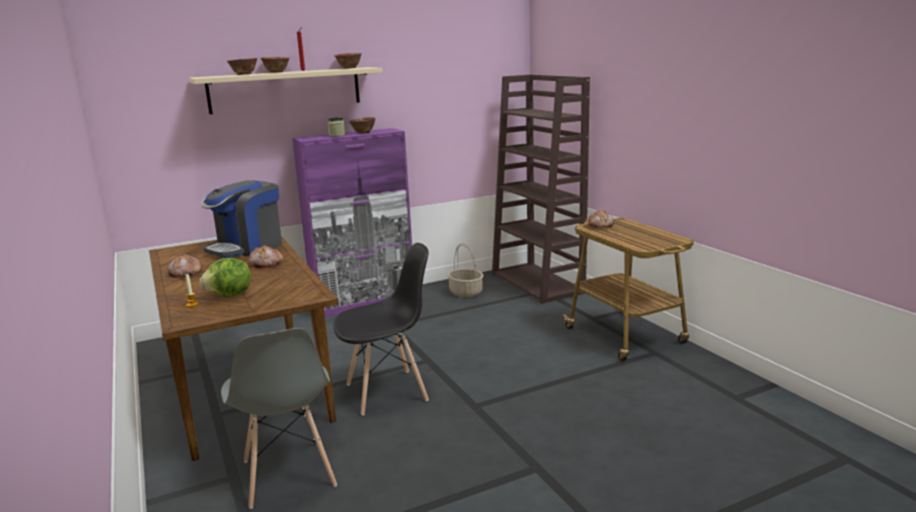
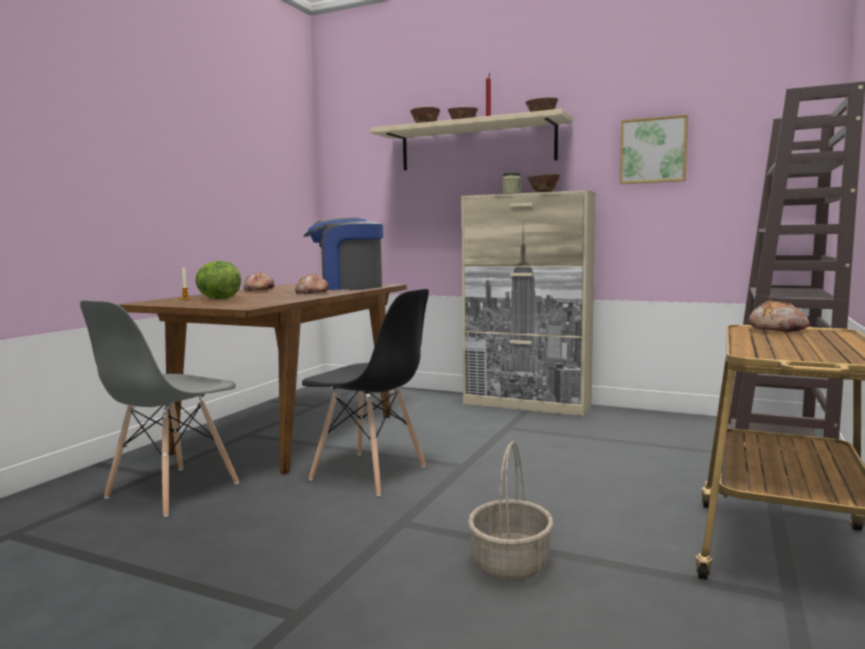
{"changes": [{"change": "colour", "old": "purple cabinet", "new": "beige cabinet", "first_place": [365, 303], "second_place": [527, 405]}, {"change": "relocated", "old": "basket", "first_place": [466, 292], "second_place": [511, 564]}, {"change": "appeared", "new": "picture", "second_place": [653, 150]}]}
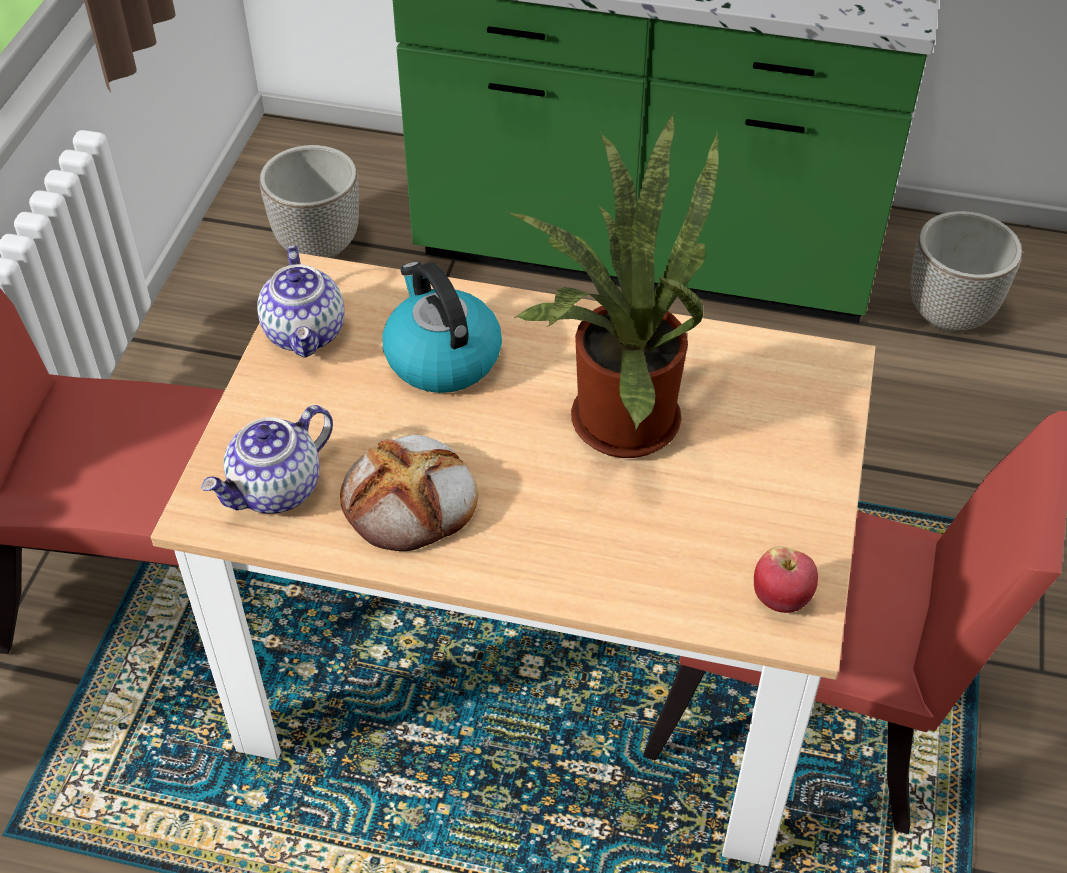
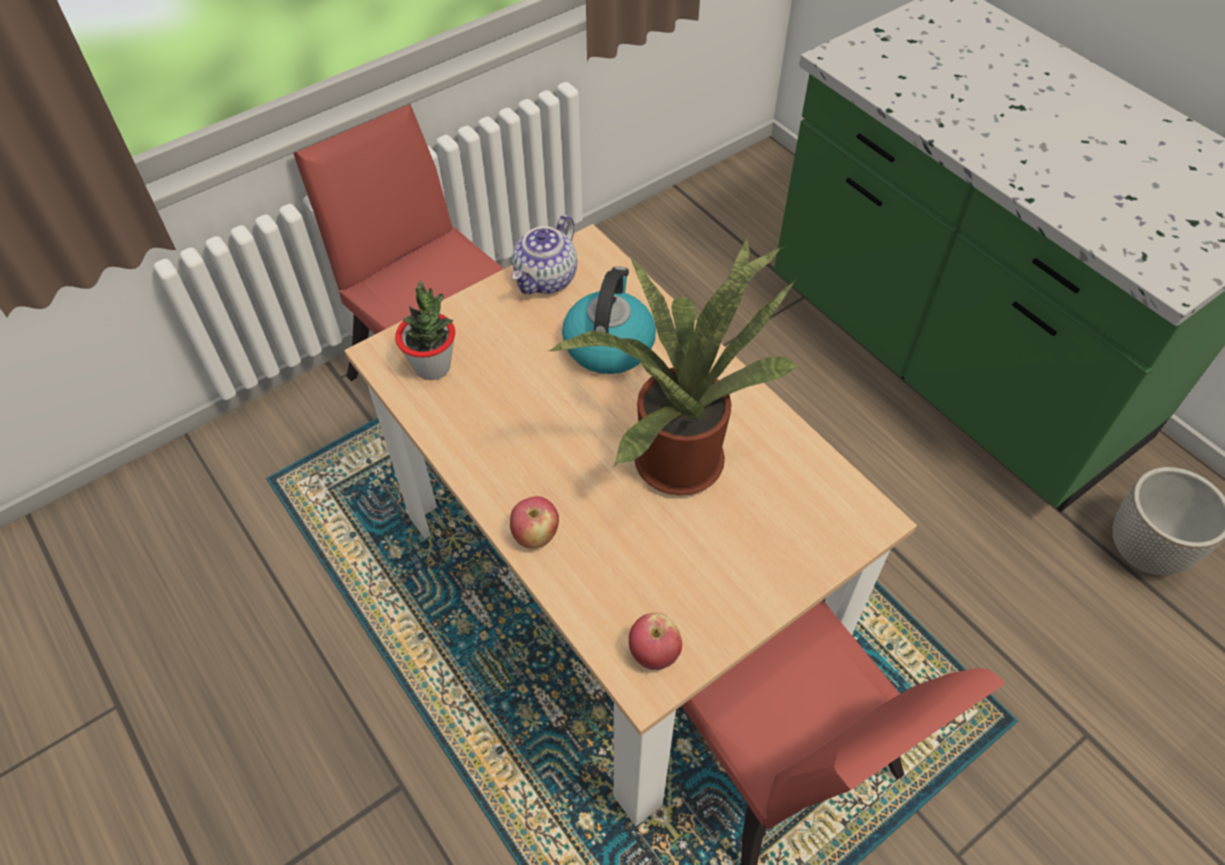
{"changes": [{"change": "exchanged", "old": "teapot", "new": "potted plant", "first_place": [276, 490], "second_place": [433, 366]}, {"change": "missing", "old": "planter", "first_place": [318, 245]}, {"change": "missing", "old": "bread", "first_place": [411, 500]}, {"change": "appeared", "new": "apple", "second_place": [535, 535]}]}
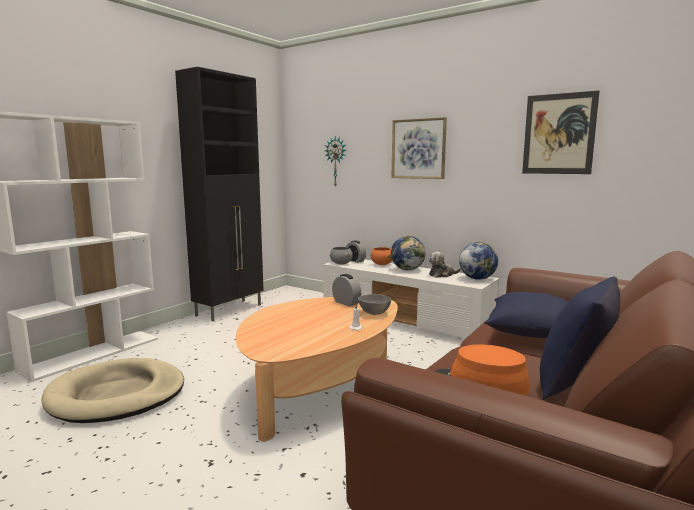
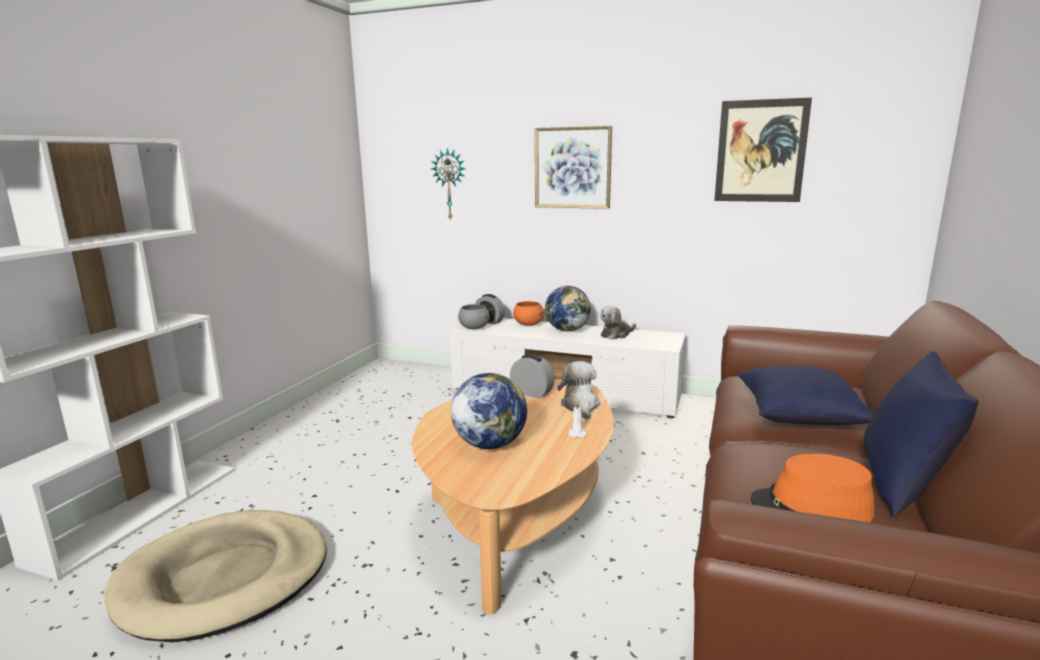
{"changes": [{"change": "missing", "old": "black cabinet", "first_place": [230, 310]}, {"change": "exchanged", "old": "grey bowl", "new": "plush toy", "first_place": [374, 313], "second_place": [580, 406]}, {"change": "relocated", "old": "globe", "first_place": [477, 278], "second_place": [490, 444]}]}
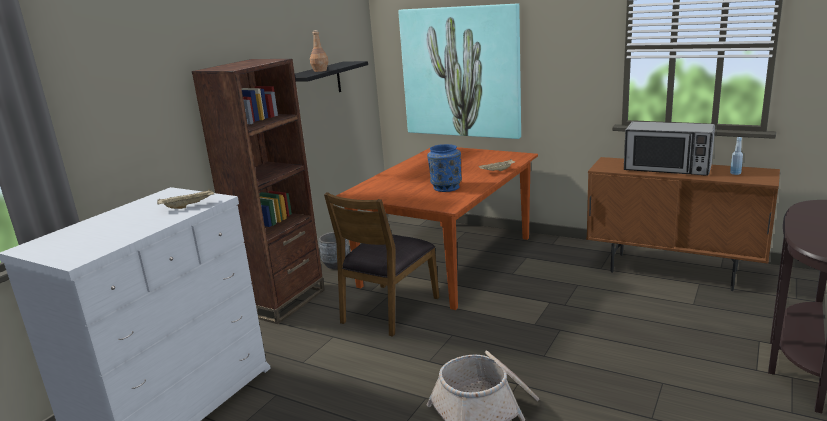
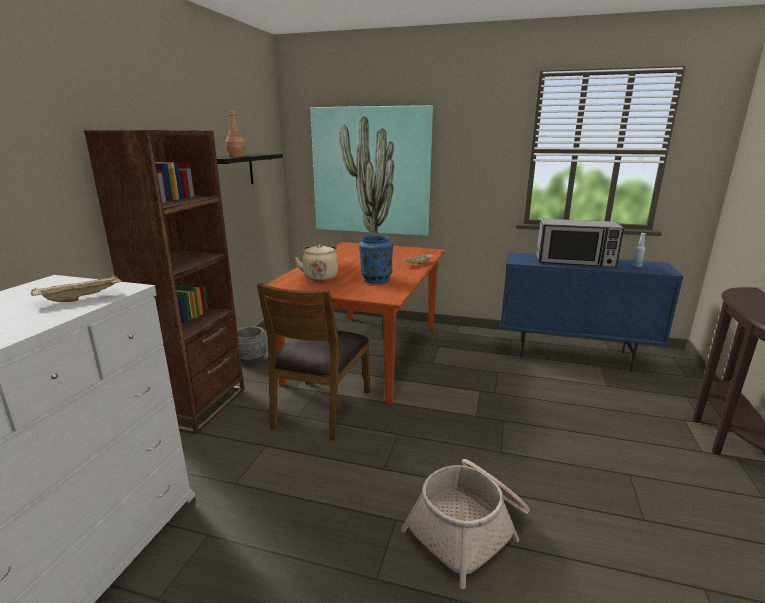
{"changes": [{"change": "colour", "old": "brown cabinet", "new": "blue cabinet", "first_place": [673, 271], "second_place": [573, 355]}, {"change": "appeared", "new": "beige kettle", "second_place": [320, 276]}]}
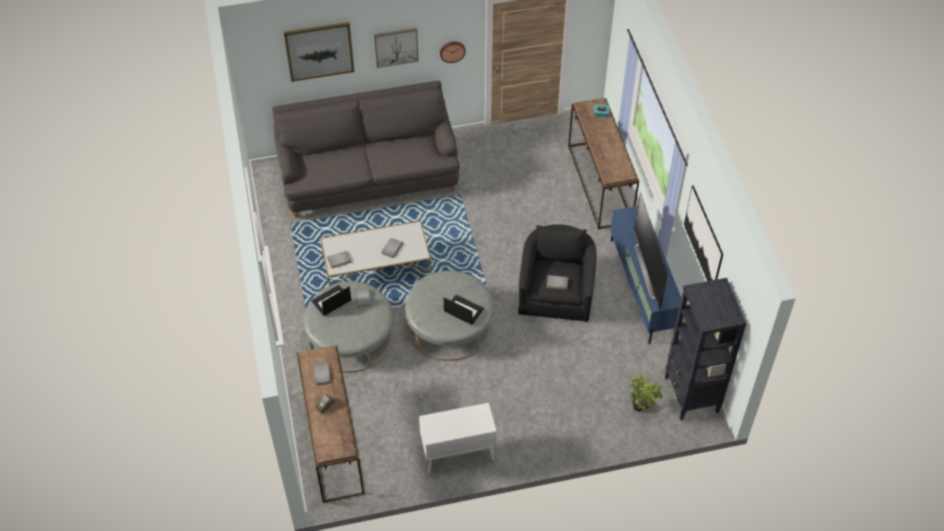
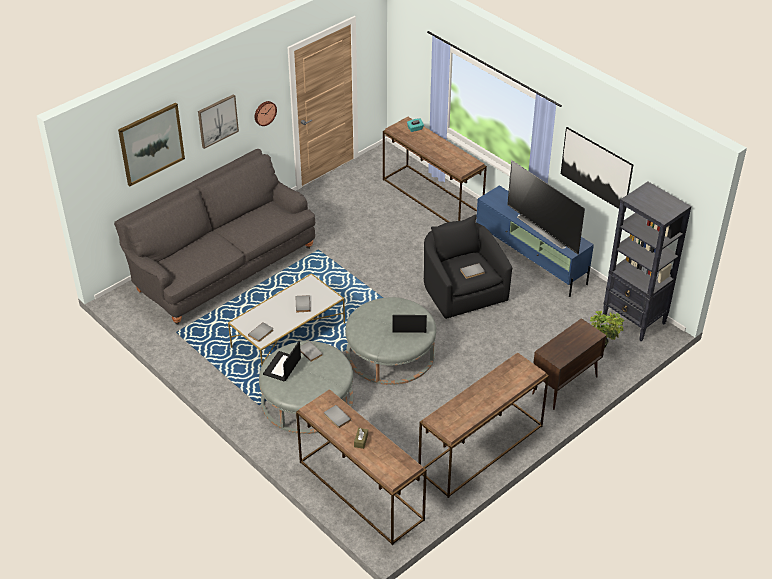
{"changes": [{"change": "exchanged", "old": "white cabinet", "new": "brown console table", "first_place": [457, 454], "second_place": [481, 450]}, {"change": "appeared", "new": "brown cabinet", "second_place": [564, 386]}]}
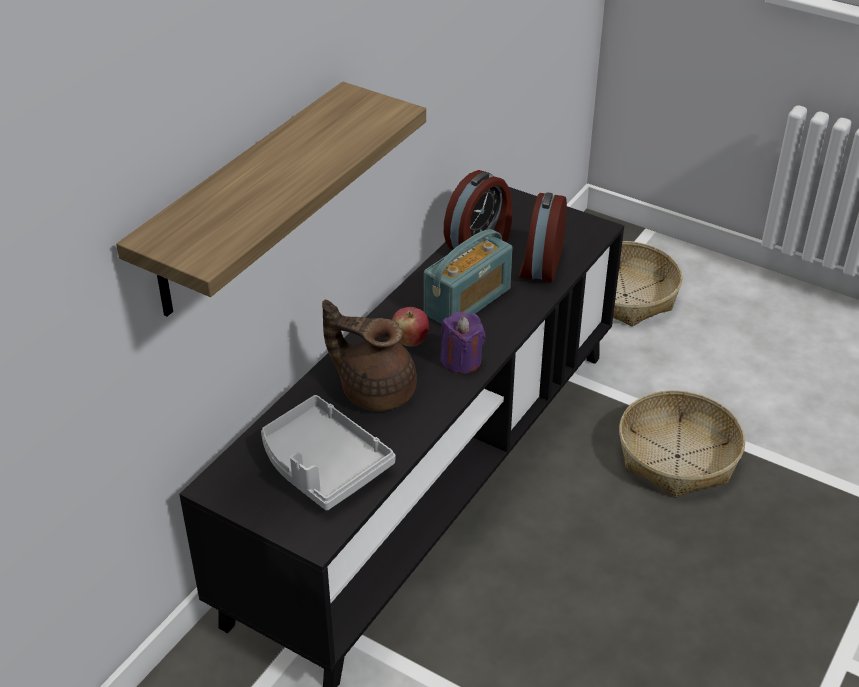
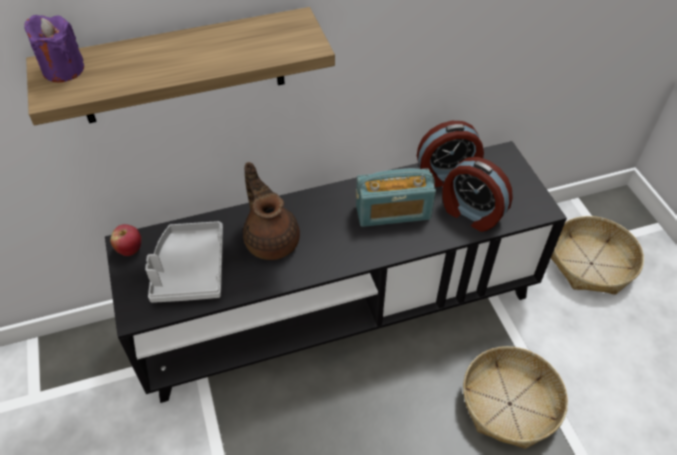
{"changes": [{"change": "relocated", "old": "apple", "first_place": [410, 341], "second_place": [130, 249]}, {"change": "relocated", "old": "purple candle", "first_place": [461, 361], "second_place": [63, 69]}, {"change": "spun", "old": "alarm clock", "first_place": [540, 264], "second_place": [471, 213], "degrees": -105}]}
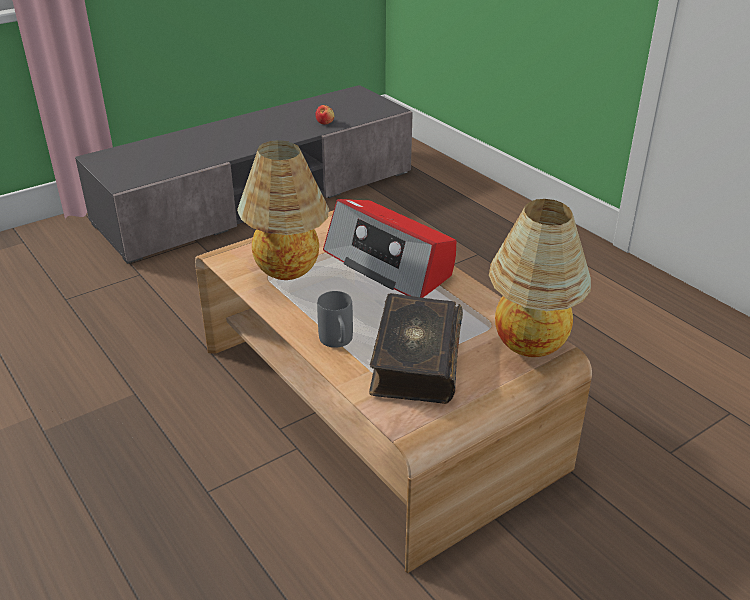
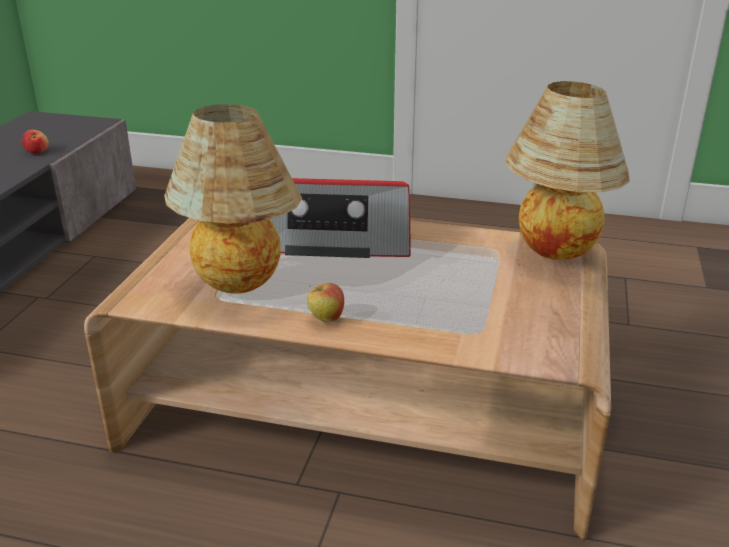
{"changes": [{"change": "missing", "old": "grey mug", "first_place": [337, 342]}, {"change": "missing", "old": "book", "first_place": [415, 361]}, {"change": "appeared", "new": "apple", "second_place": [326, 319]}]}
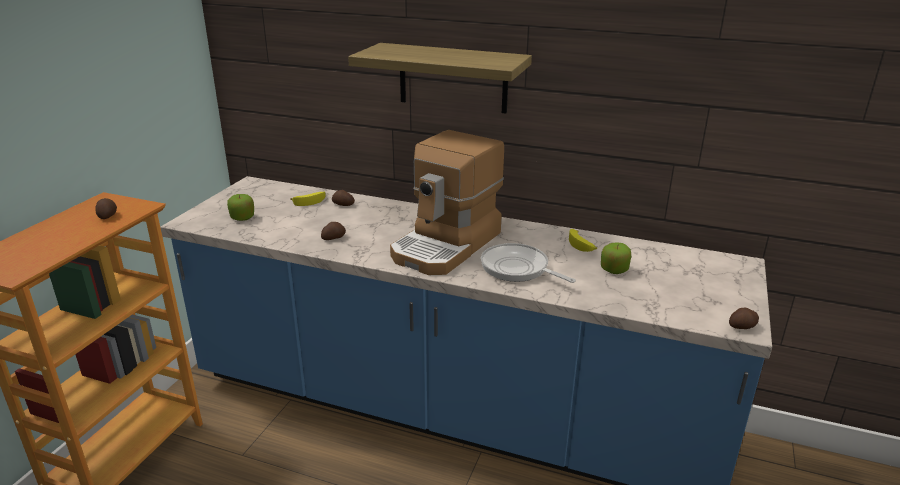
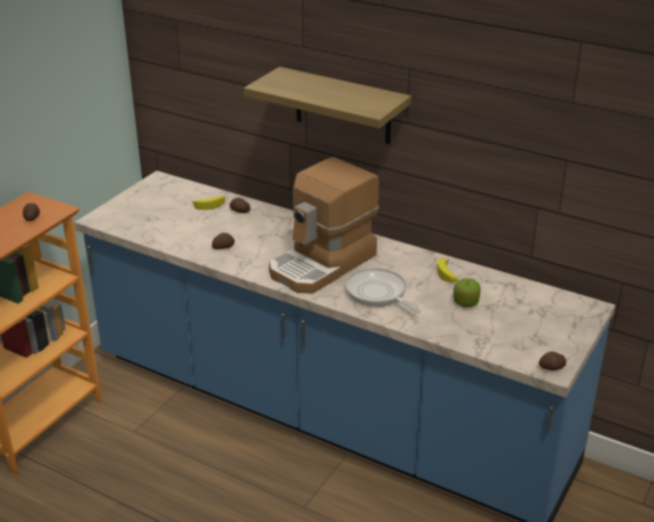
{"changes": [{"change": "missing", "old": "apple", "first_place": [242, 218]}]}
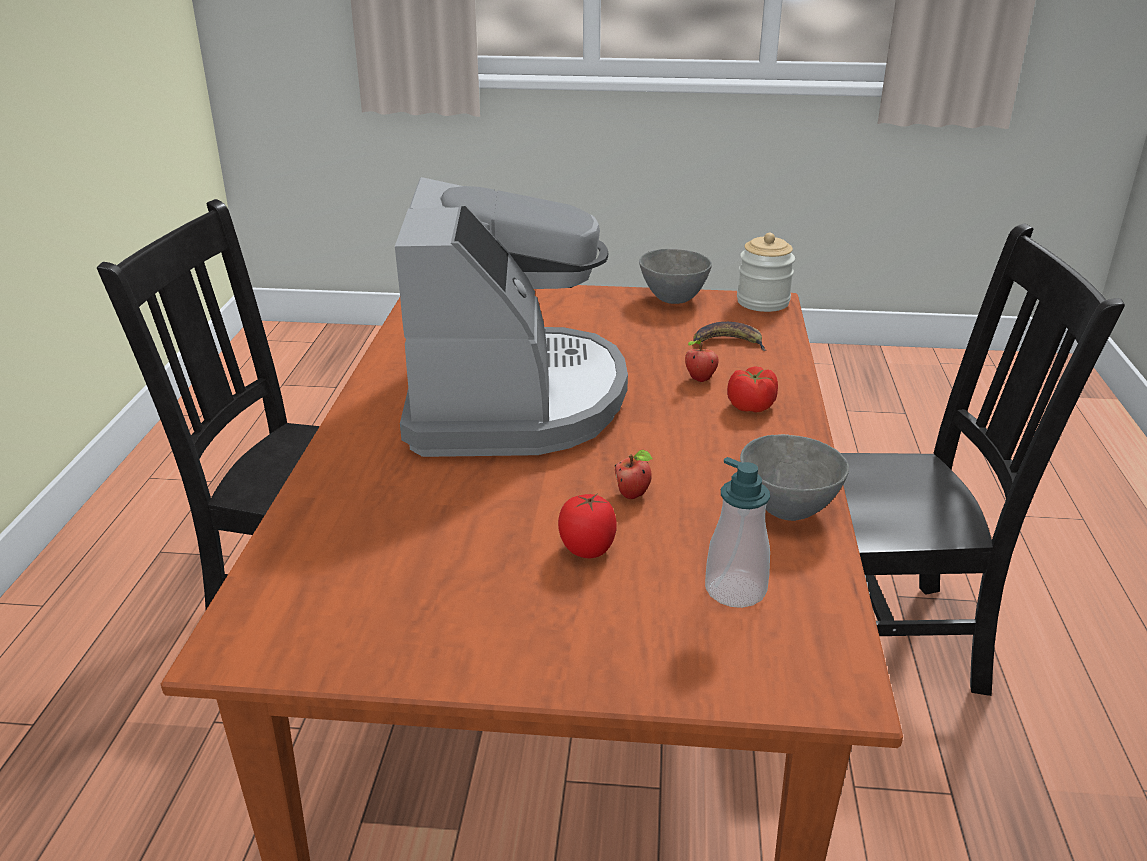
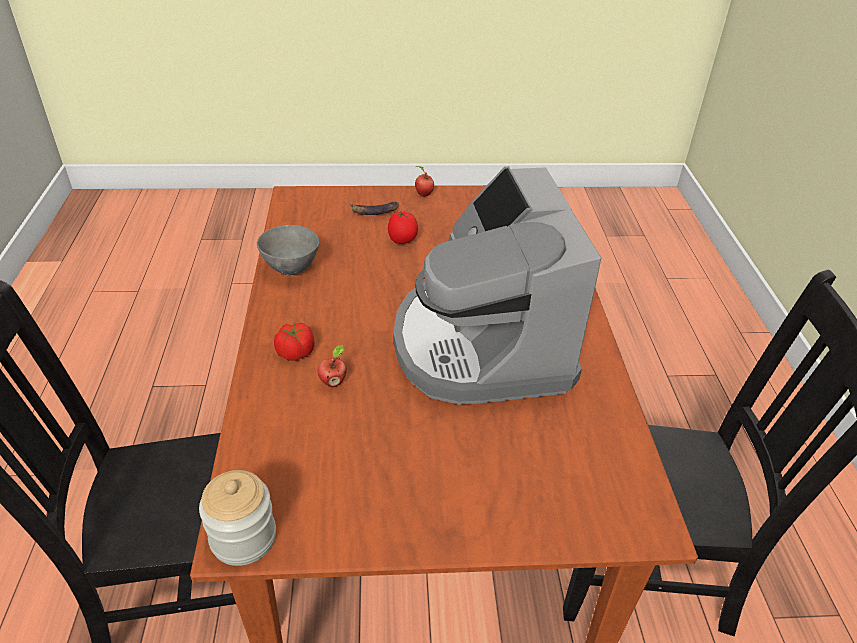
{"changes": [{"change": "relocated", "old": "apple", "first_place": [633, 495], "second_place": [423, 194]}, {"change": "missing", "old": "grey bowl", "first_place": [672, 299]}, {"change": "relocated", "old": "banana", "first_place": [728, 342], "second_place": [374, 211]}, {"change": "missing", "old": "soap dispenser", "first_place": [735, 590]}]}
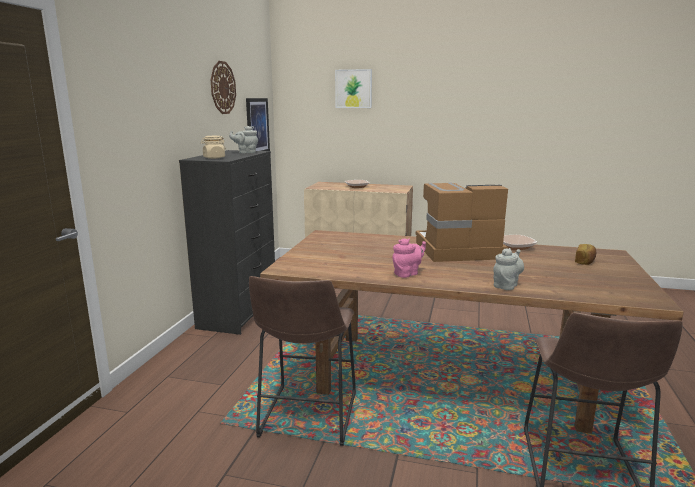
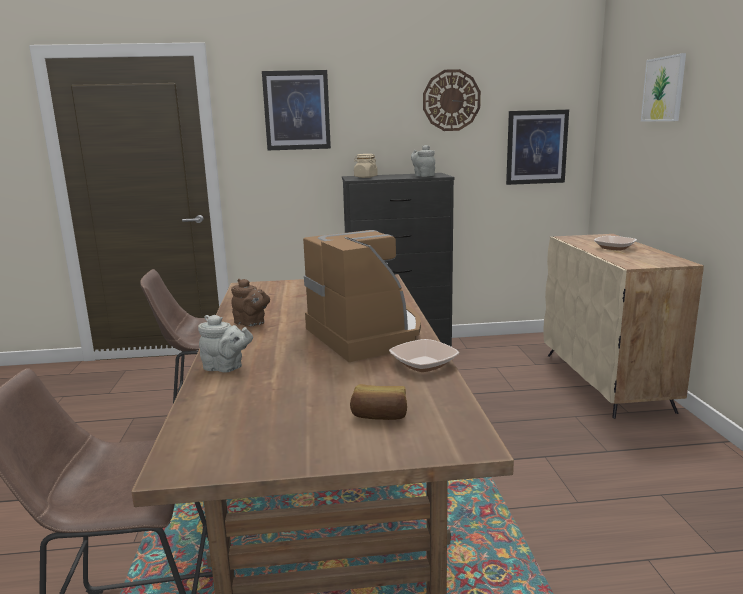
{"changes": [{"change": "colour", "old": "pink teapot", "new": "brown teapot", "first_place": [407, 273], "second_place": [251, 323]}, {"change": "appeared", "new": "picture", "second_place": [297, 110]}]}
